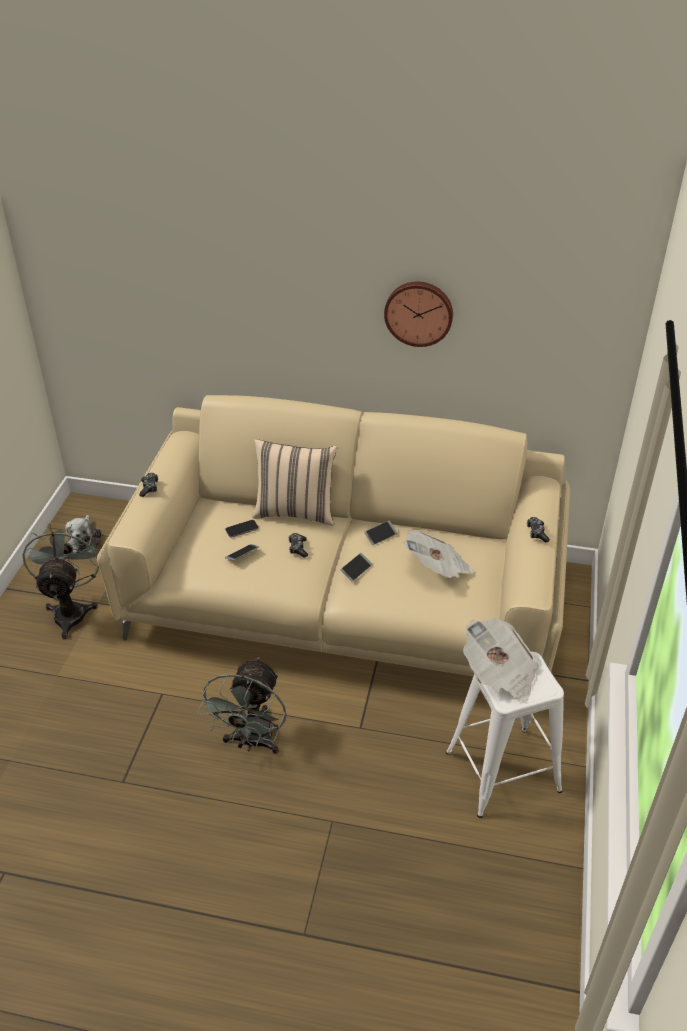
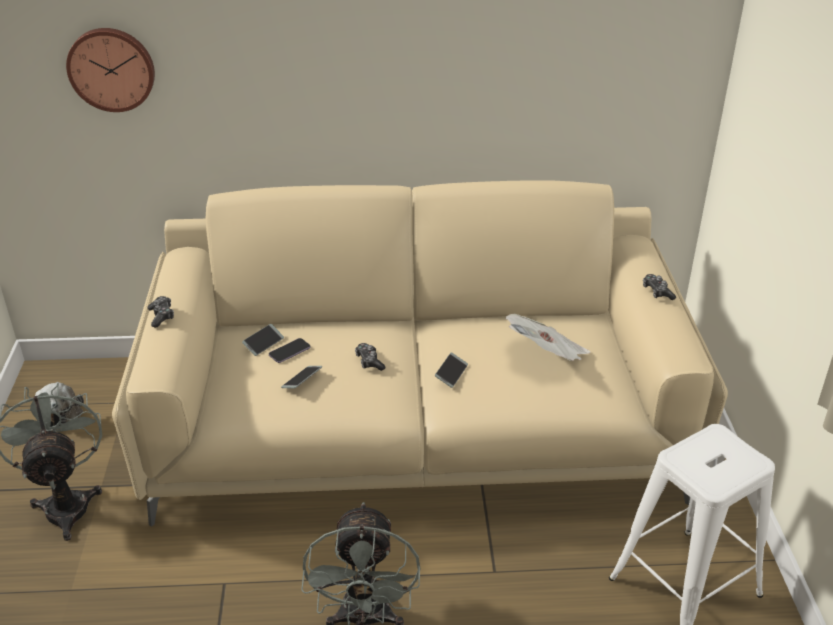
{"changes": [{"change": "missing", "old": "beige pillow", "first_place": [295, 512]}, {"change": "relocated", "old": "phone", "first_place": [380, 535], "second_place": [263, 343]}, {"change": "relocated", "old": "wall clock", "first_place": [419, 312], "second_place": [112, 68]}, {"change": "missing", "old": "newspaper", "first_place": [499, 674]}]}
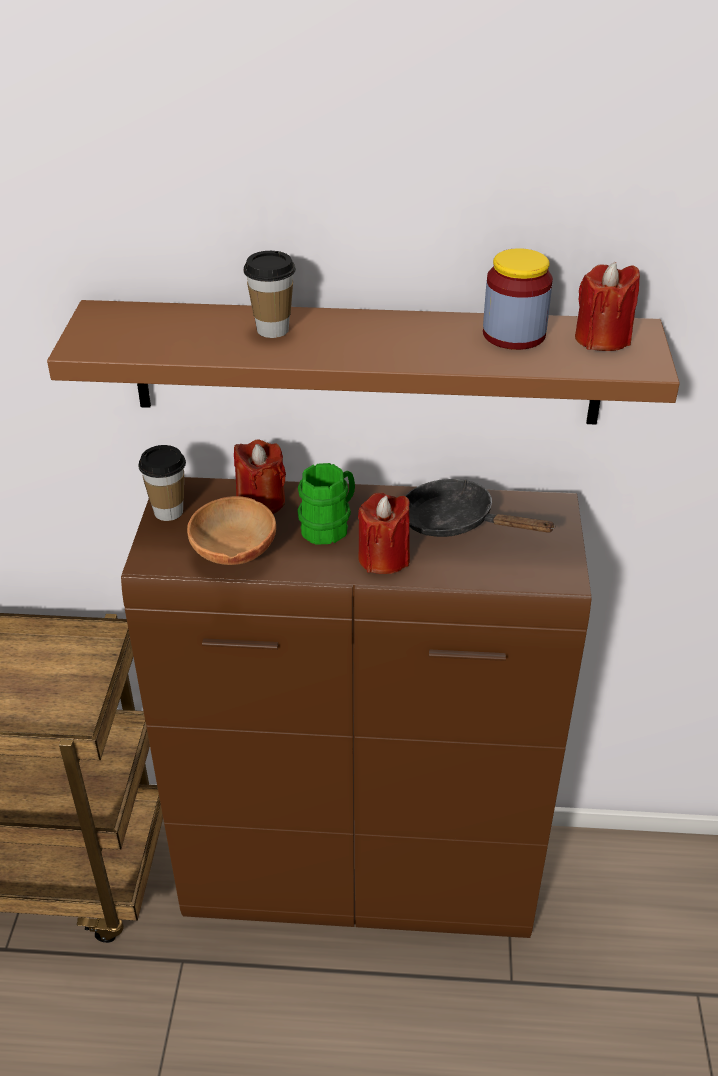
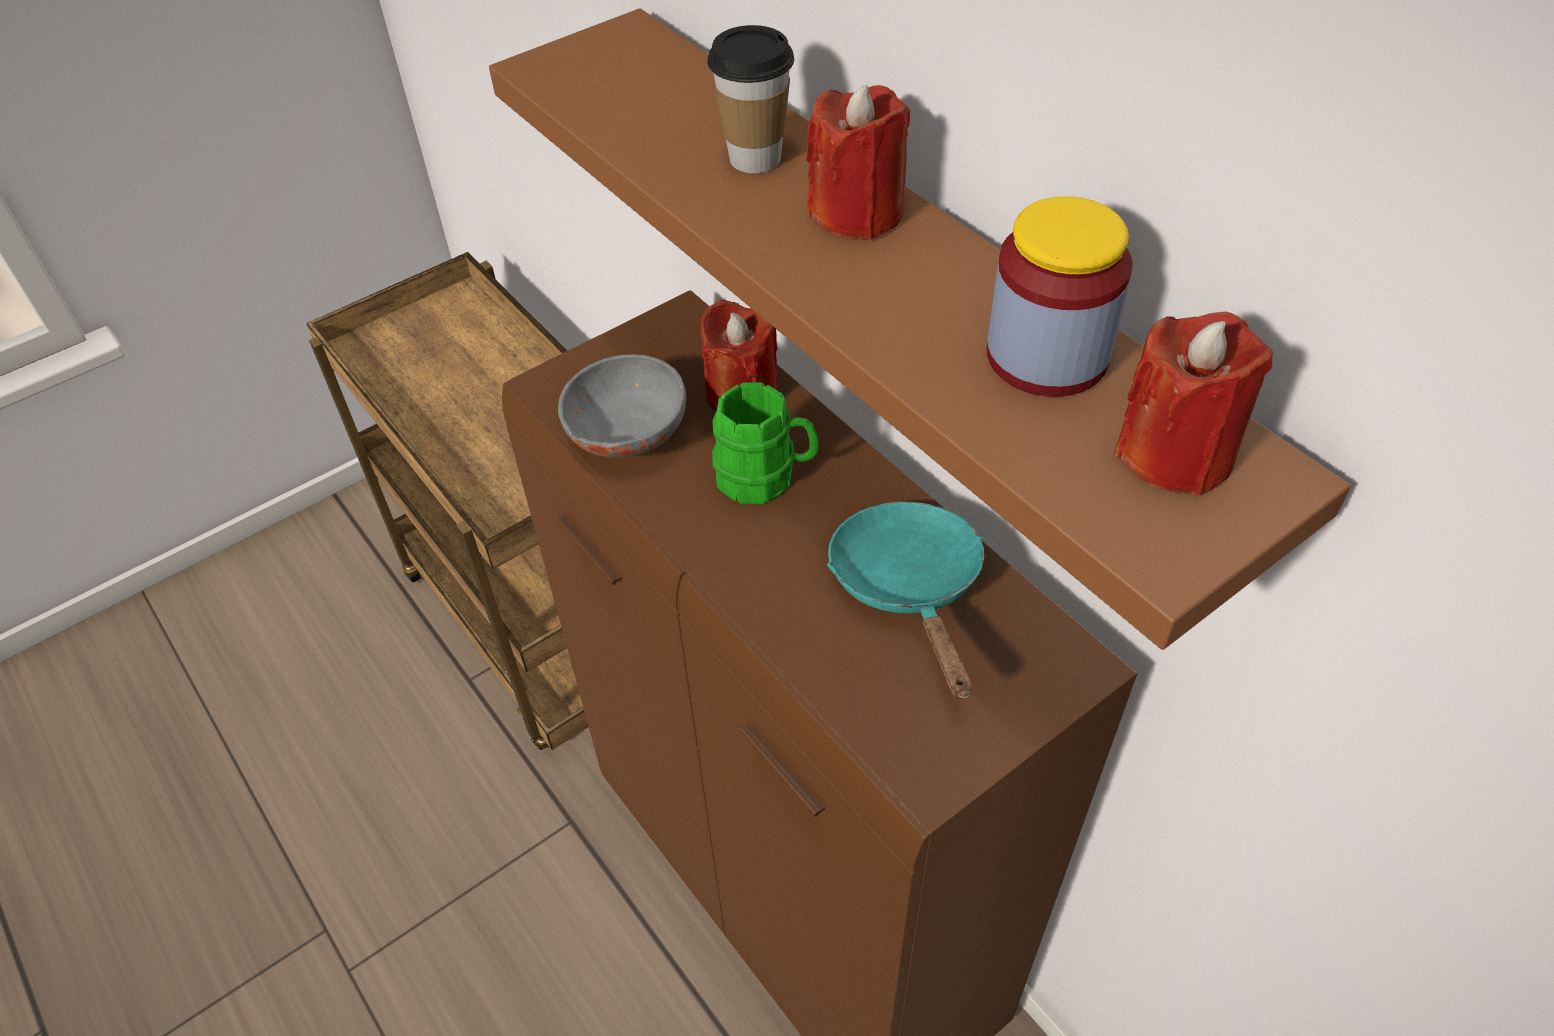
{"changes": [{"change": "missing", "old": "cup", "first_place": [168, 512]}, {"change": "colour", "old": "brown bowl", "new": "grey bowl", "first_place": [232, 554], "second_place": [625, 436]}, {"change": "relocated", "old": "red candle", "first_place": [383, 558], "second_place": [857, 212]}, {"change": "colour", "old": "black frying pan", "new": "turquoise frying pan", "first_place": [455, 523], "second_place": [910, 587]}]}
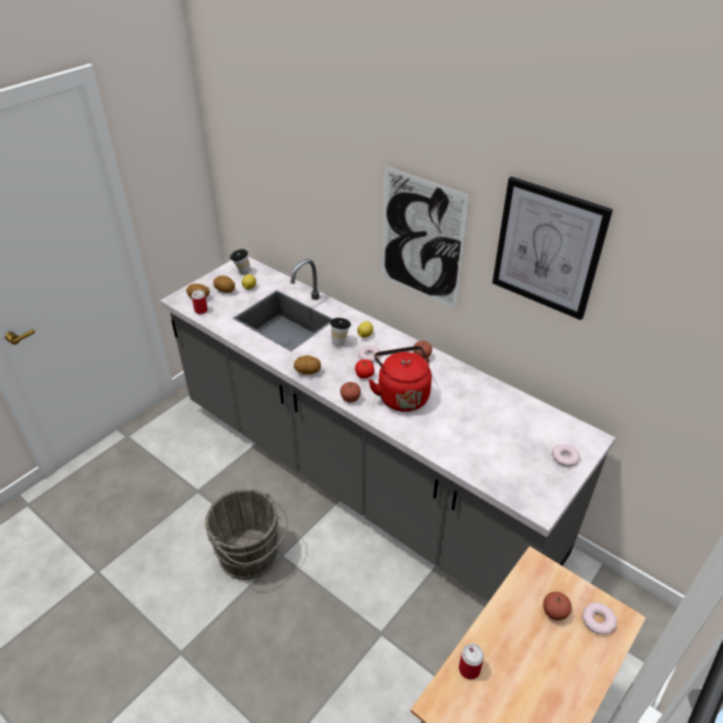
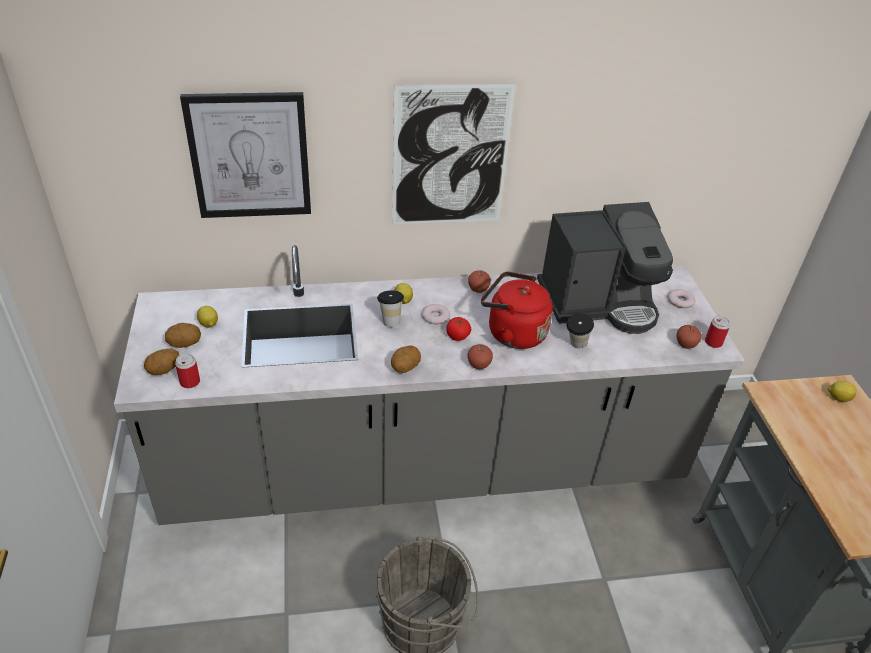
{"changes": [{"change": "relocated", "old": "cup", "first_place": [242, 272], "second_place": [575, 346]}, {"change": "relocated", "old": "can", "first_place": [469, 669], "second_place": [713, 342]}, {"change": "relocated", "old": "picture", "first_place": [548, 248], "second_place": [250, 156]}, {"change": "relocated", "old": "apple", "first_place": [554, 612], "second_place": [685, 345]}, {"change": "exchanged", "old": "donut", "new": "lemon", "first_place": [598, 620], "second_place": [838, 398]}, {"change": "appeared", "new": "coffee machine", "second_place": [598, 303]}]}
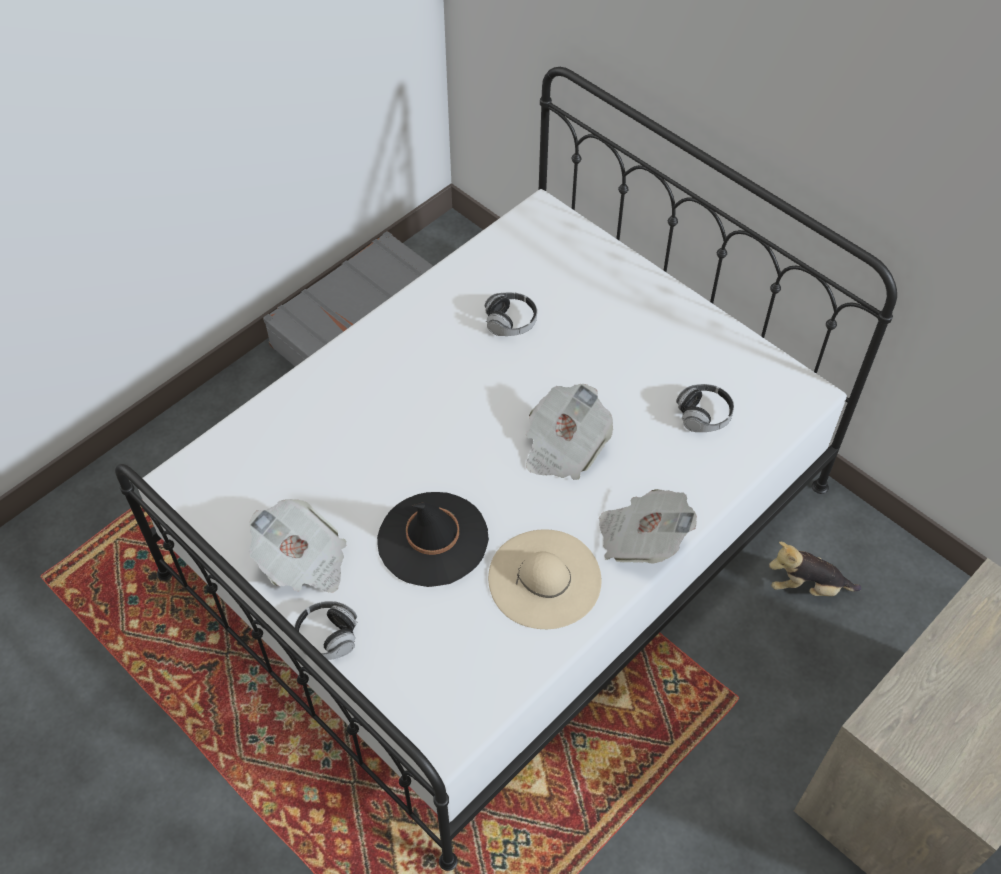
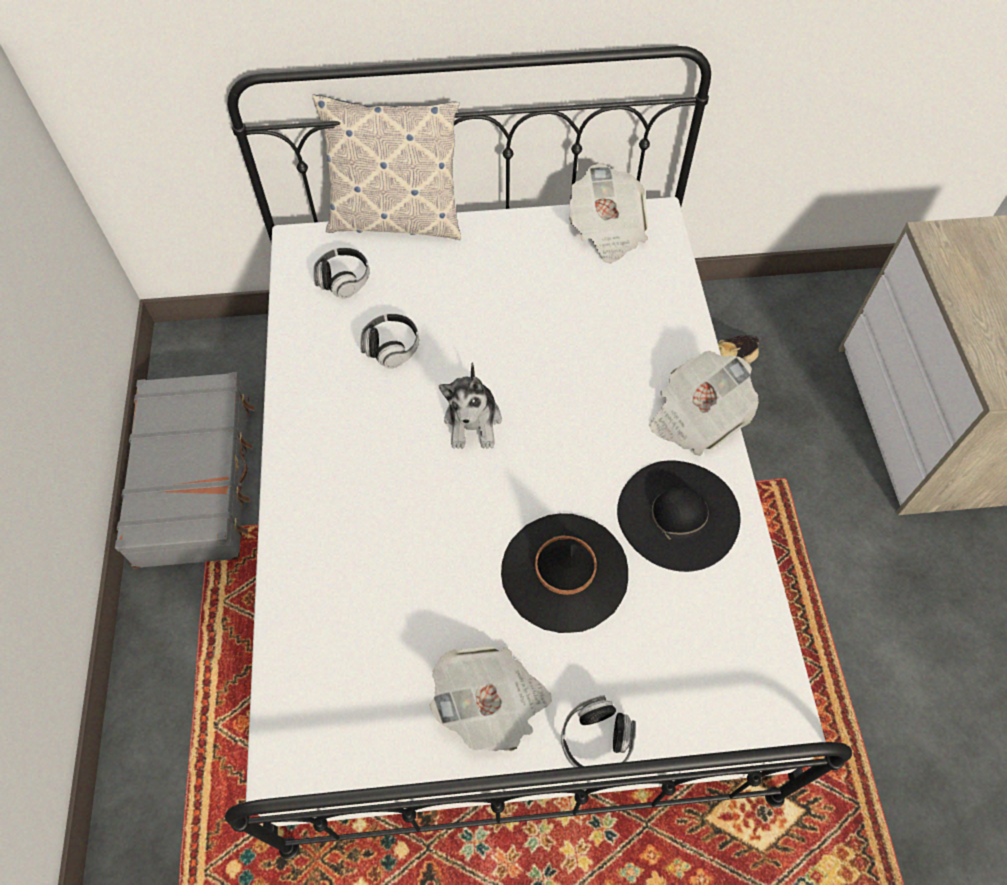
{"changes": [{"change": "colour", "old": "beige hat", "new": "black hat", "first_place": [544, 578], "second_place": [678, 514]}, {"change": "relocated", "old": "newspaper", "first_place": [563, 447], "second_place": [607, 231]}, {"change": "relocated", "old": "headphones", "first_place": [703, 415], "second_place": [344, 280]}, {"change": "appeared", "new": "pillow", "second_place": [396, 220]}, {"change": "appeared", "new": "plush toy", "second_place": [473, 421]}]}
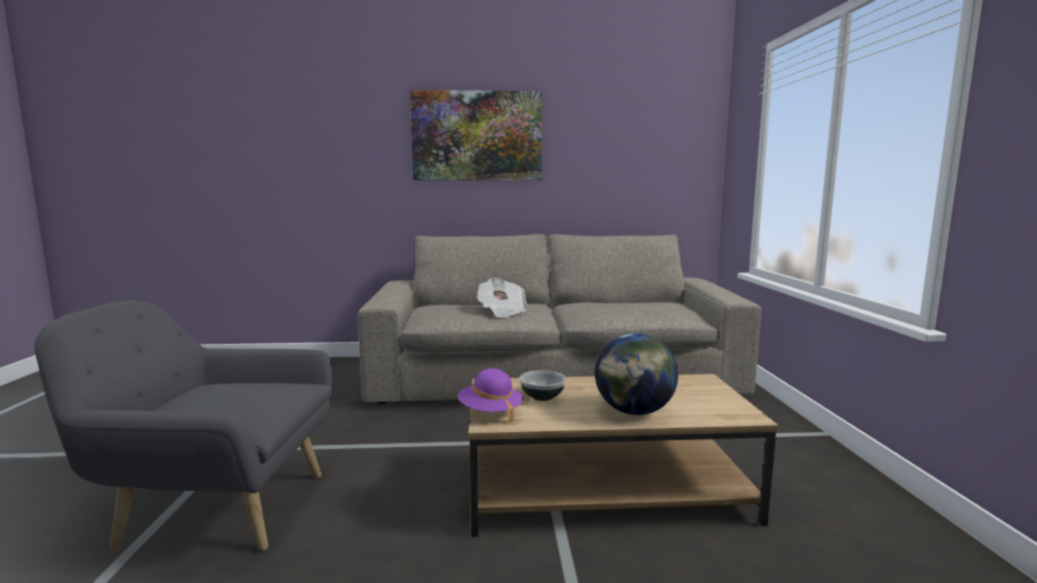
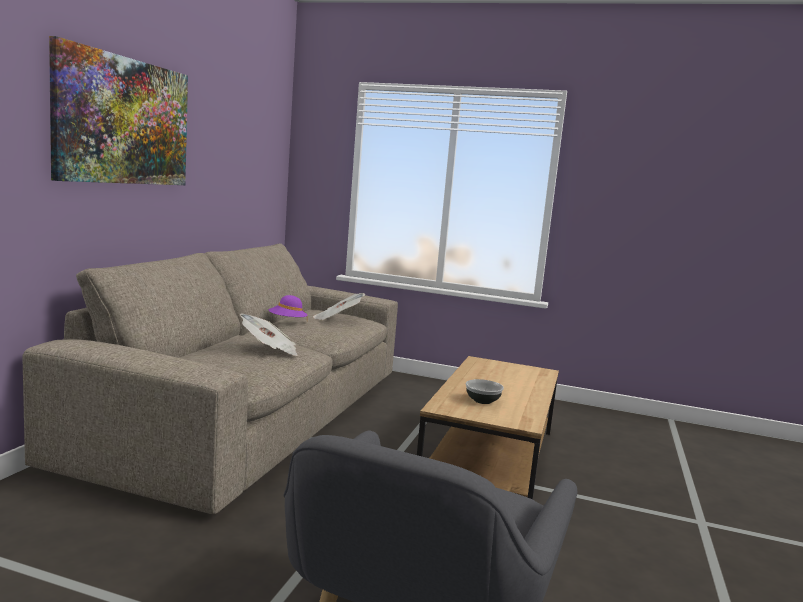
{"changes": [{"change": "relocated", "old": "purple hat", "first_place": [490, 412], "second_place": [287, 322]}, {"change": "missing", "old": "globe", "first_place": [634, 412]}, {"change": "appeared", "new": "newspaper", "second_place": [337, 320]}]}
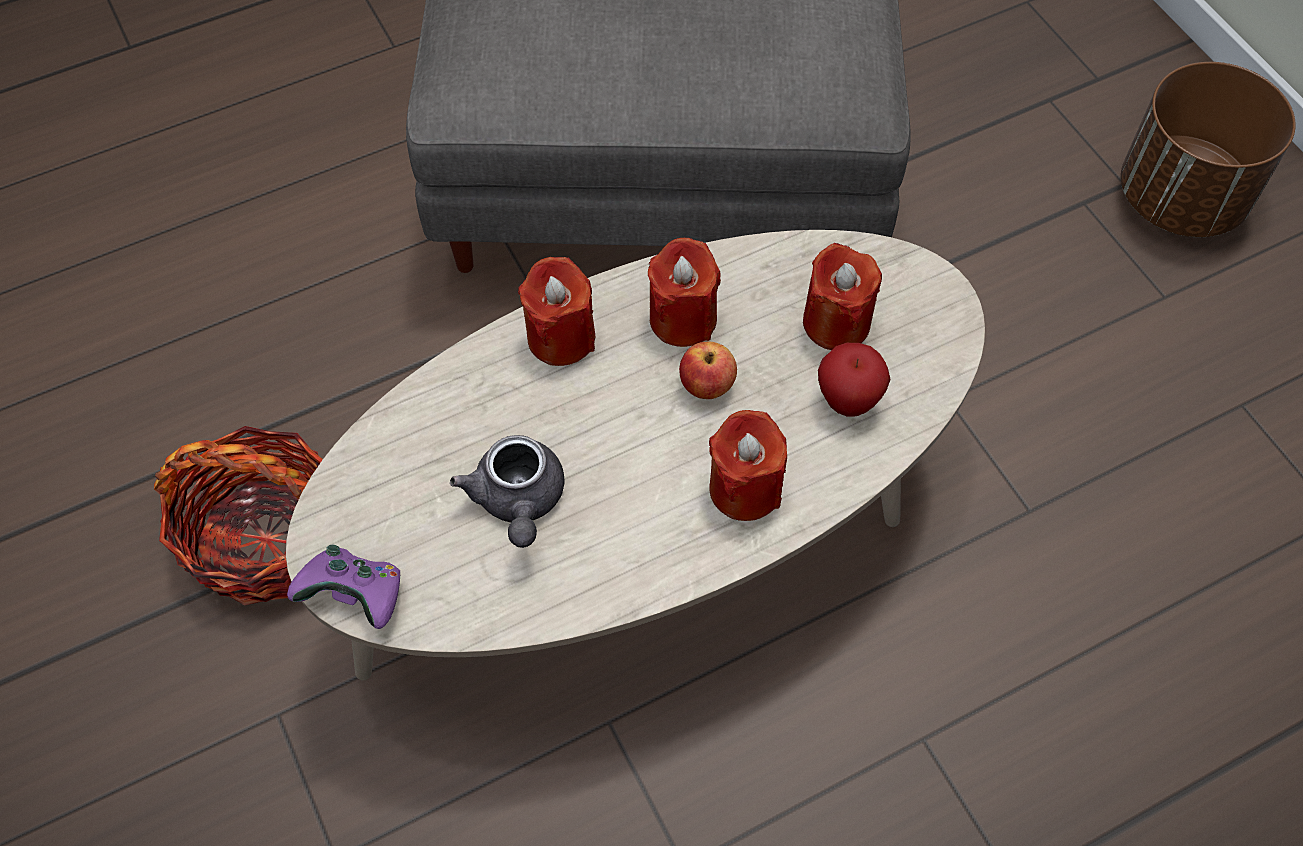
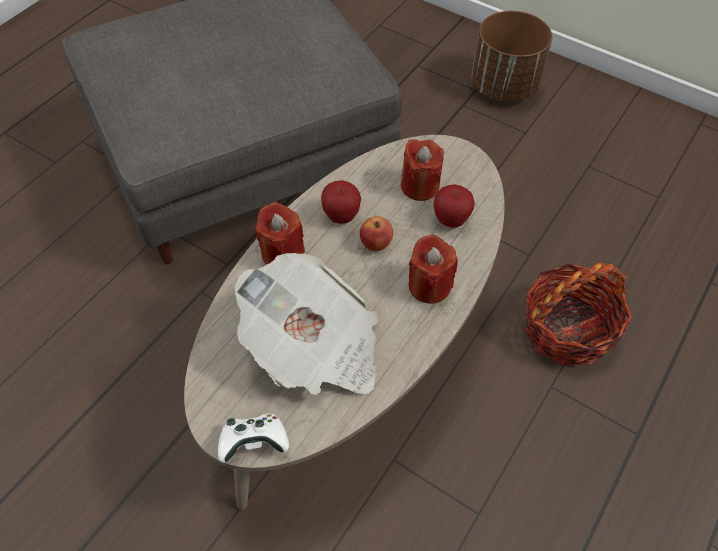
{"changes": [{"change": "relocated", "old": "basket", "first_place": [267, 538], "second_place": [567, 329]}, {"change": "colour", "old": "purple game controller", "new": "white game controller", "first_place": [356, 596], "second_place": [254, 443]}, {"change": "exchanged", "old": "grey teapot", "new": "newspaper", "first_place": [518, 501], "second_place": [314, 348]}, {"change": "exchanged", "old": "red candle", "new": "apple", "first_place": [682, 319], "second_place": [341, 216]}]}
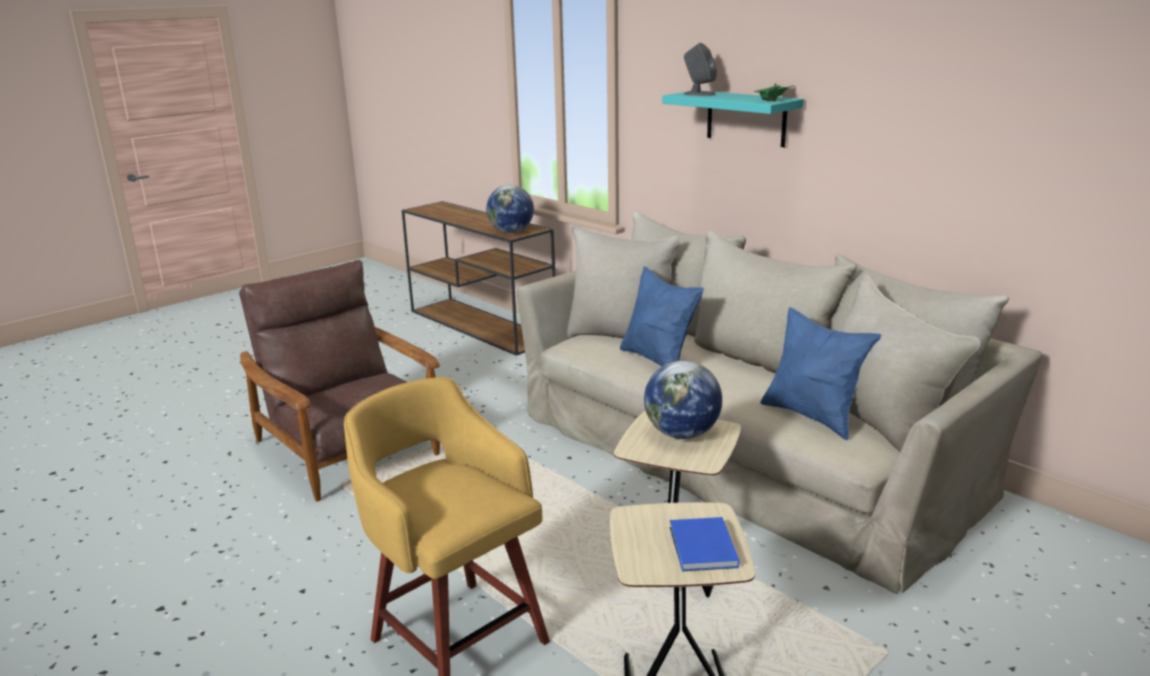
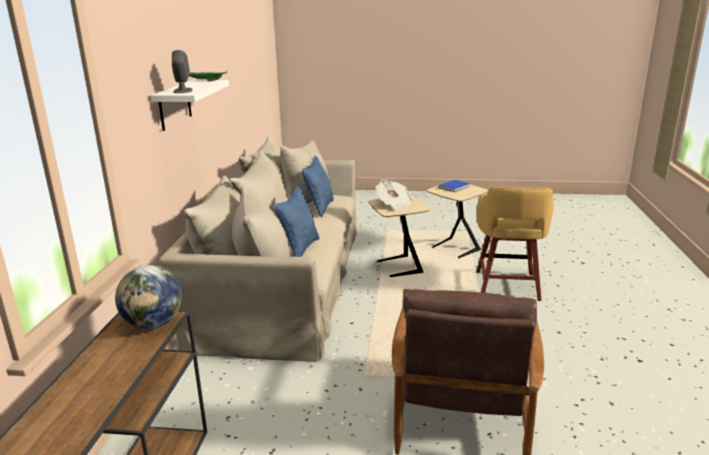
{"changes": [{"change": "exchanged", "old": "globe", "new": "newspaper", "first_place": [681, 434], "second_place": [394, 205]}, {"change": "colour", "old": "turquoise shelf", "new": "white shelf", "first_place": [746, 118], "second_place": [175, 105]}]}
